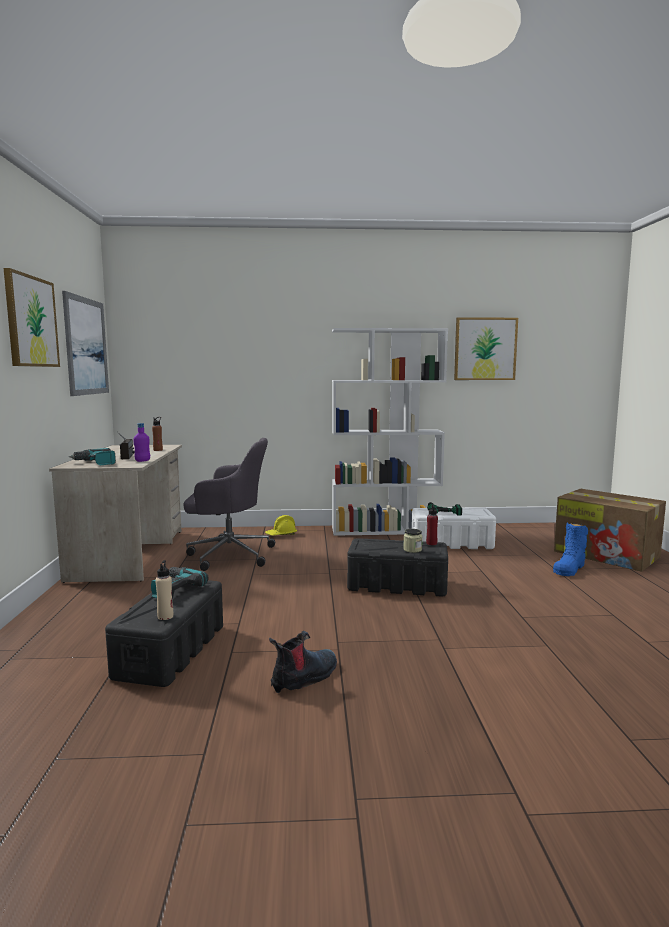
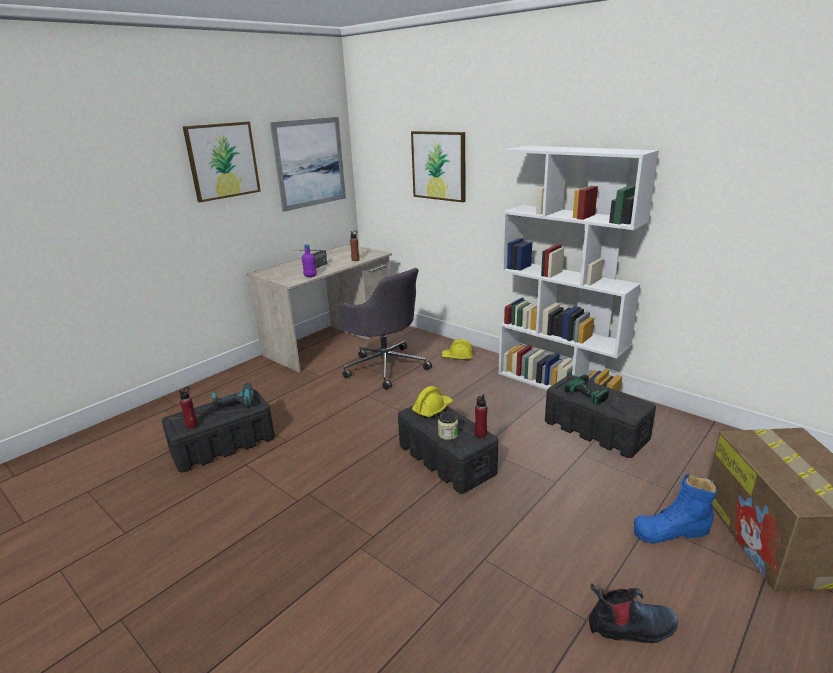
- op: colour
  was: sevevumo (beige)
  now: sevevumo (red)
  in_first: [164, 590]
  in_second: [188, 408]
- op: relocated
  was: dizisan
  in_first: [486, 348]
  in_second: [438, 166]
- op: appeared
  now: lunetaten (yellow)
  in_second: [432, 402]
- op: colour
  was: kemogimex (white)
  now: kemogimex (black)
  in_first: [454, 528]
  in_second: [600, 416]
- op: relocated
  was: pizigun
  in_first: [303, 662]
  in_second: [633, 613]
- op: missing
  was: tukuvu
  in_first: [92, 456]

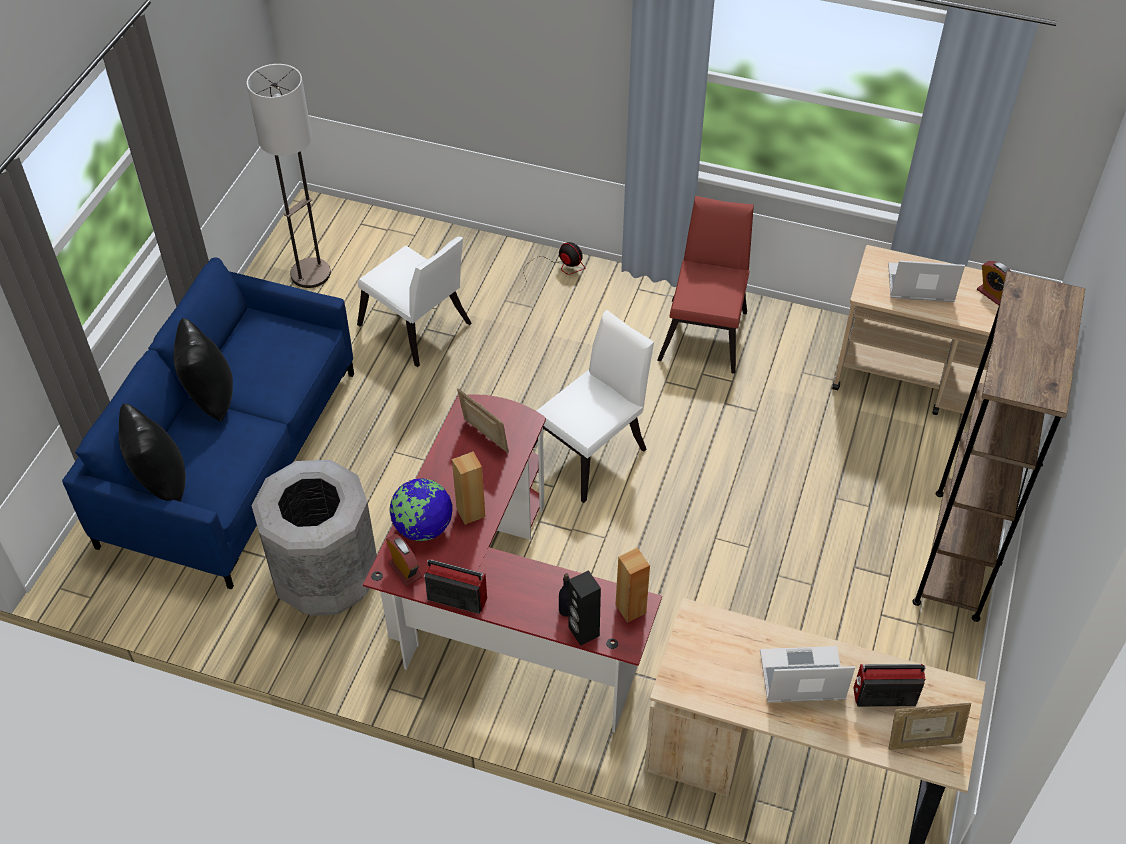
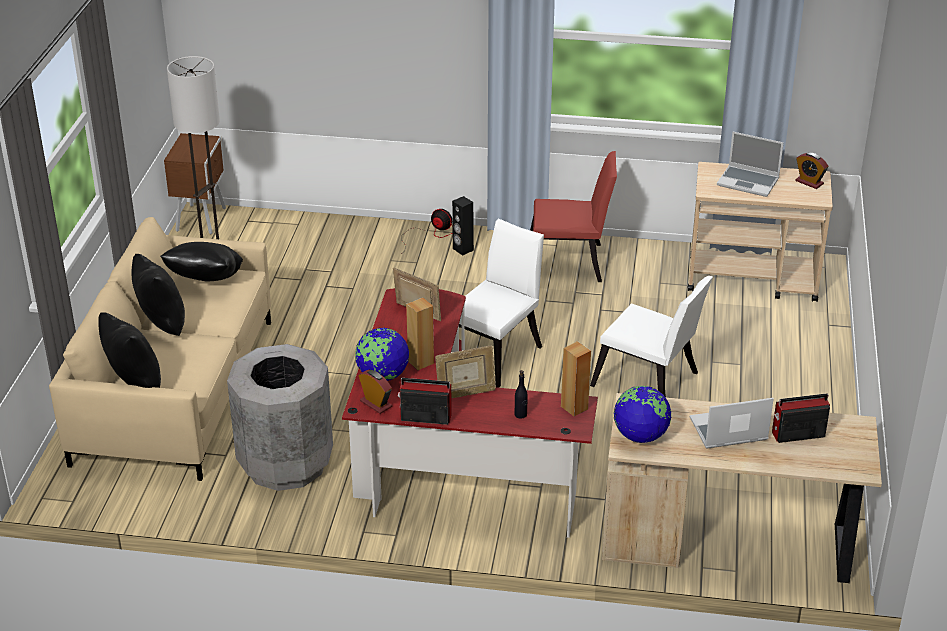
- op: colour
  was: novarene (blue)
  now: novarene (beige)
  in_first: [208, 423]
  in_second: [160, 349]
- op: appeared
  now: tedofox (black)
  in_second: [202, 261]
- op: appeared
  now: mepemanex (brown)
  in_second: [195, 183]
- op: relocated
  was: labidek
  in_first: [929, 726]
  in_second: [465, 371]
- op: relocated
  was: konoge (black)
  in_first: [585, 608]
  in_second: [463, 225]
- op: spun
  was: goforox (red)
  in_first: [705, 285]
  in_second: [573, 216]
  clockwise: 90
- op: relocated
  was: goforox (white)
  in_first: [414, 301]
  in_second: [651, 336]
- op: appeared
  now: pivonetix
  in_second: [642, 414]
- op: spun
  was: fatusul
  in_first: [926, 281]
  in_second: [750, 164]
  clockwise: -150
- op: missing
  was: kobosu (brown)
  in_first: [998, 446]

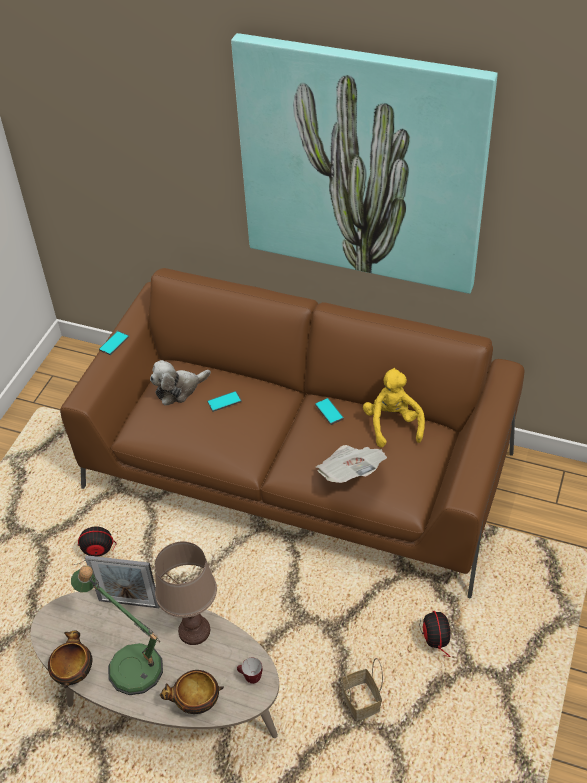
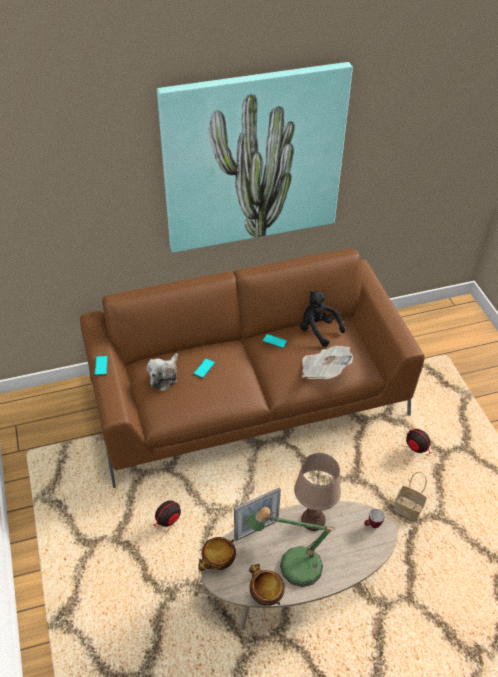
- op: relocated
  was: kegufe
  in_first: [192, 692]
  in_second: [217, 554]
- op: colour
  was: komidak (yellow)
  now: komidak (black)
  in_first: [394, 407]
  in_second: [322, 319]

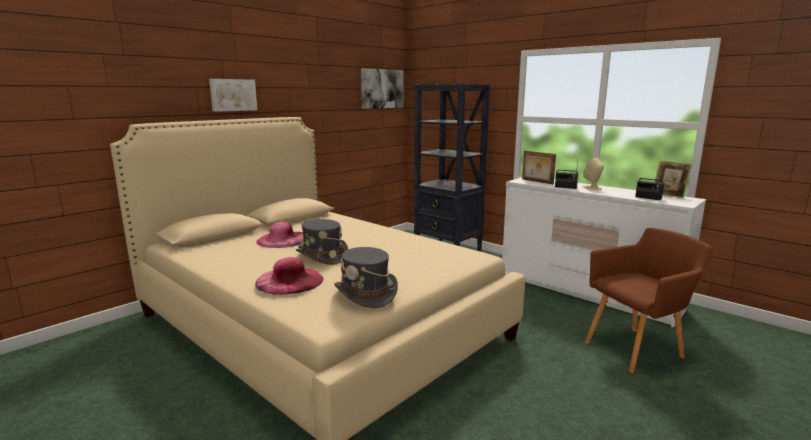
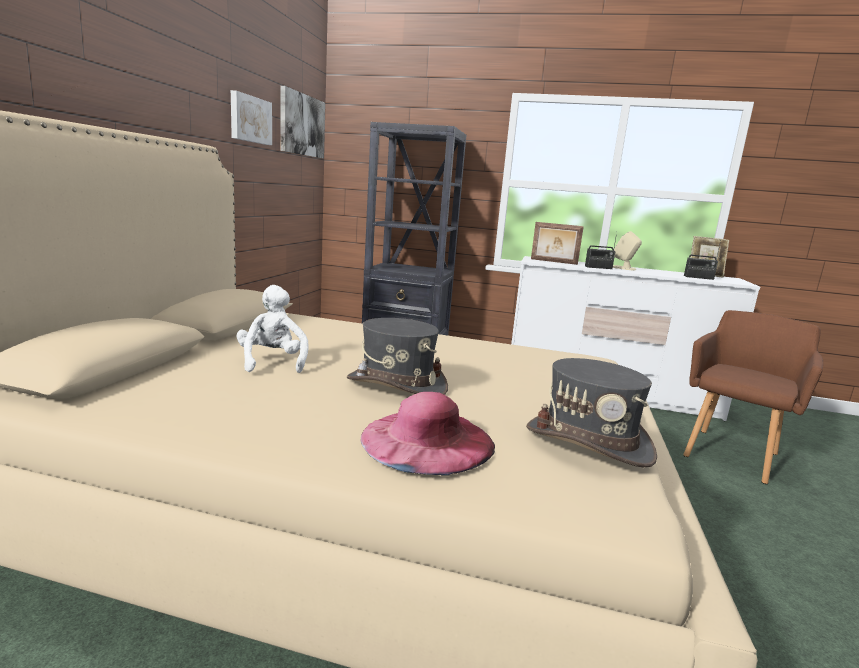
- op: relocated
  was: dizisan
  in_first: [233, 95]
  in_second: [251, 117]
- op: exchanged
  was: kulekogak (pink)
  now: komidak (white)
  in_first: [280, 234]
  in_second: [272, 329]

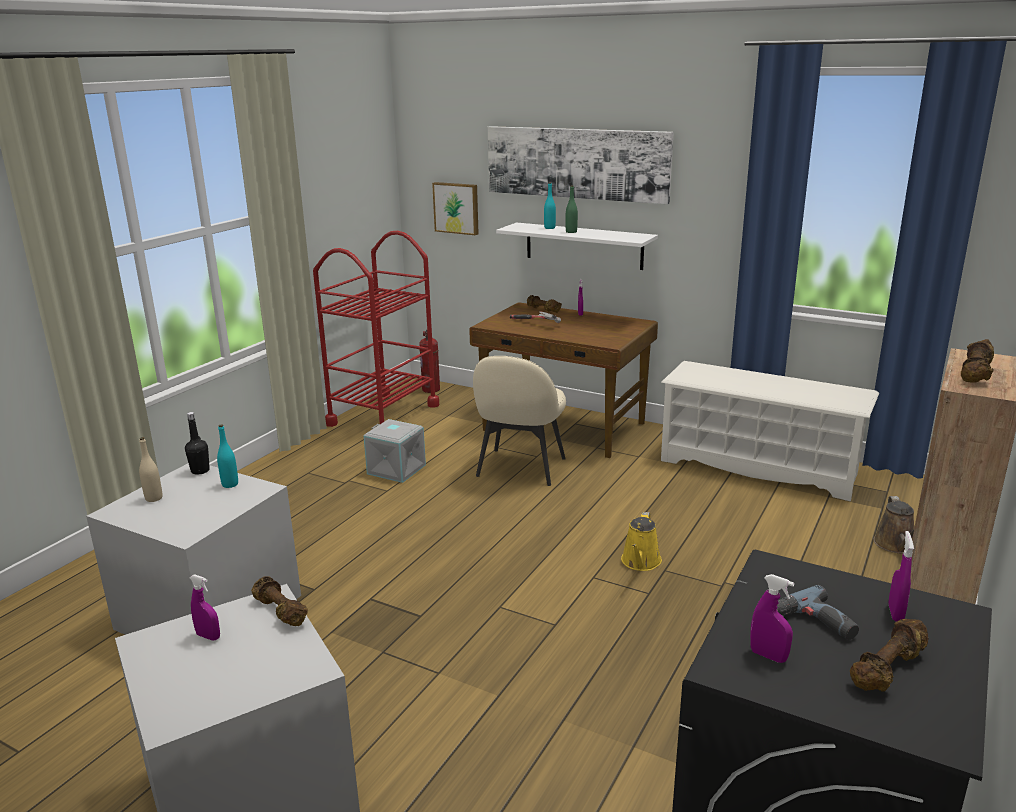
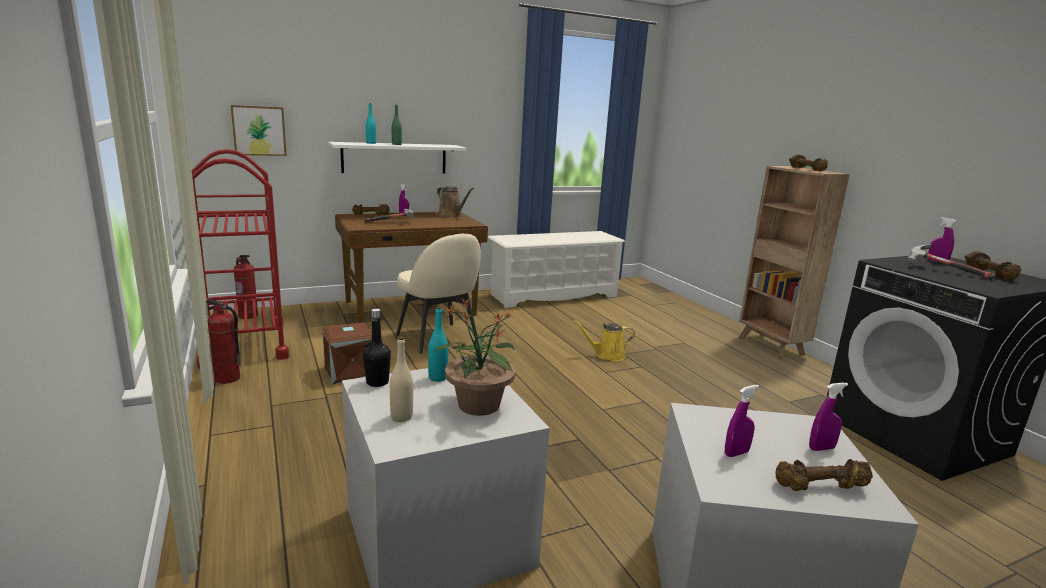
- op: appeared
  now: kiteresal
  in_second: [223, 341]
- op: colour
  was: kemogimex (grey)
  now: kemogimex (brown)
  in_first: [394, 451]
  in_second: [347, 354]
- op: appeared
  now: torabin
  in_second: [474, 357]
- op: relocated
  was: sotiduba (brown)
  in_first: [893, 525]
  in_second: [455, 201]
- op: spun
  was: sotiduba (yellow)
  in_first: [641, 541]
  in_second: [604, 340]
  clockwise: 120
- op: relocated
  was: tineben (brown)
  in_first: [279, 601]
  in_second: [824, 475]
- op: relocated
  was: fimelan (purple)
  in_first: [772, 618]
  in_second: [828, 416]
- op: exchanged
  was: tukuvu
  now: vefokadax
  in_first: [818, 612]
  in_second: [951, 262]
- op: missing
  was: dizisan
  in_first: [581, 165]

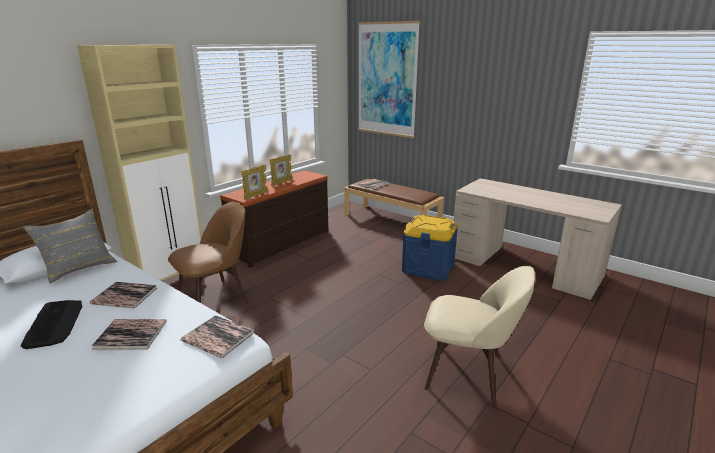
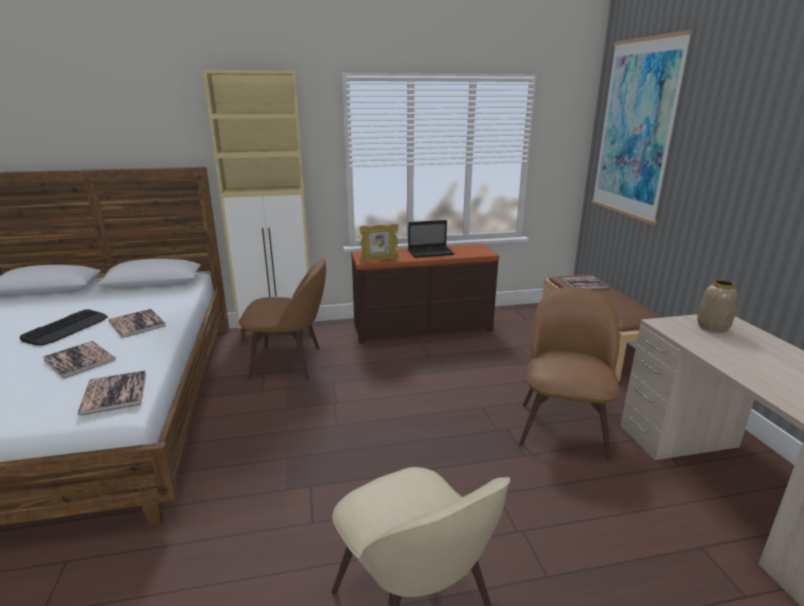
- op: exchanged
  was: labidek
  now: fatusul
  in_first: [281, 170]
  in_second: [431, 239]
- op: exchanged
  was: kemogimex (blue)
  now: goforox (brown)
  in_first: [430, 248]
  in_second: [569, 374]
- op: appeared
  now: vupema
  in_second: [717, 306]
- op: missing
  was: tedofox (grey)
  in_first: [70, 246]

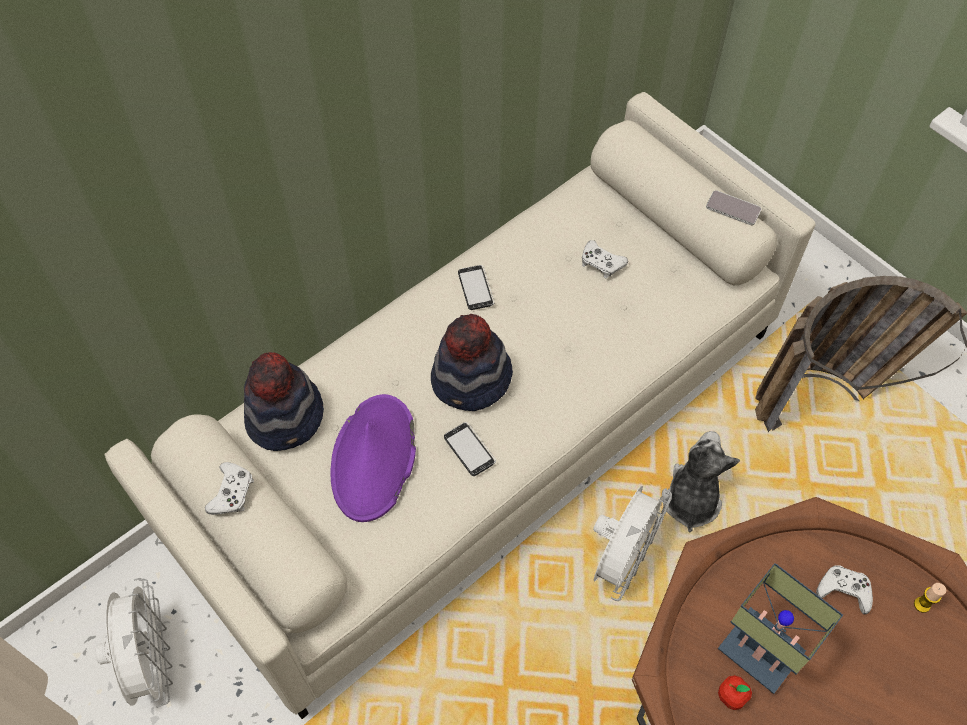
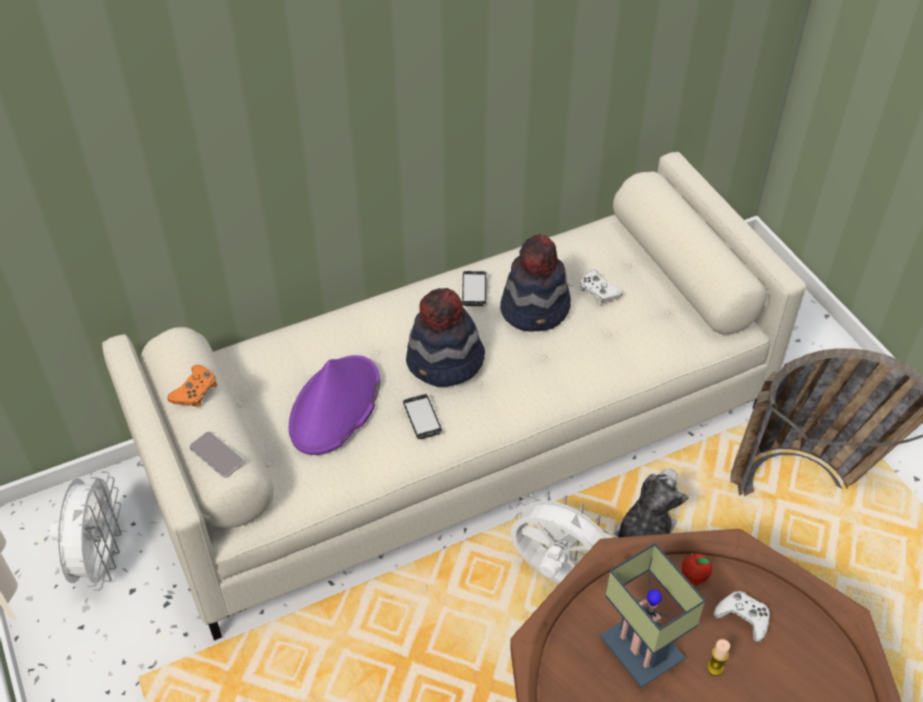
- op: colour
  was: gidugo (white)
  now: gidugo (orange)
  in_first: [229, 488]
  in_second: [192, 386]
- op: relocated
  was: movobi
  in_first: [733, 207]
  in_second: [217, 454]
- op: relocated
  was: kulekogak
  in_first: [284, 401]
  in_second: [535, 283]
- op: spun
  was: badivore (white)
  in_first: [632, 543]
  in_second: [564, 537]
  clockwise: -105
- op: relocated
  was: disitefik
  in_first: [735, 692]
  in_second: [697, 569]
- op: relocated
  was: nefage
  in_first: [930, 598]
  in_second: [718, 657]

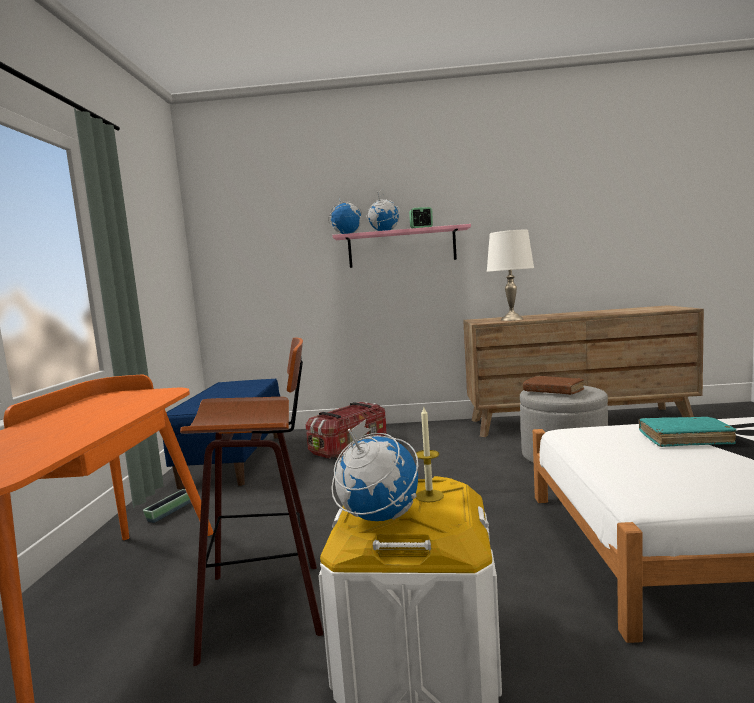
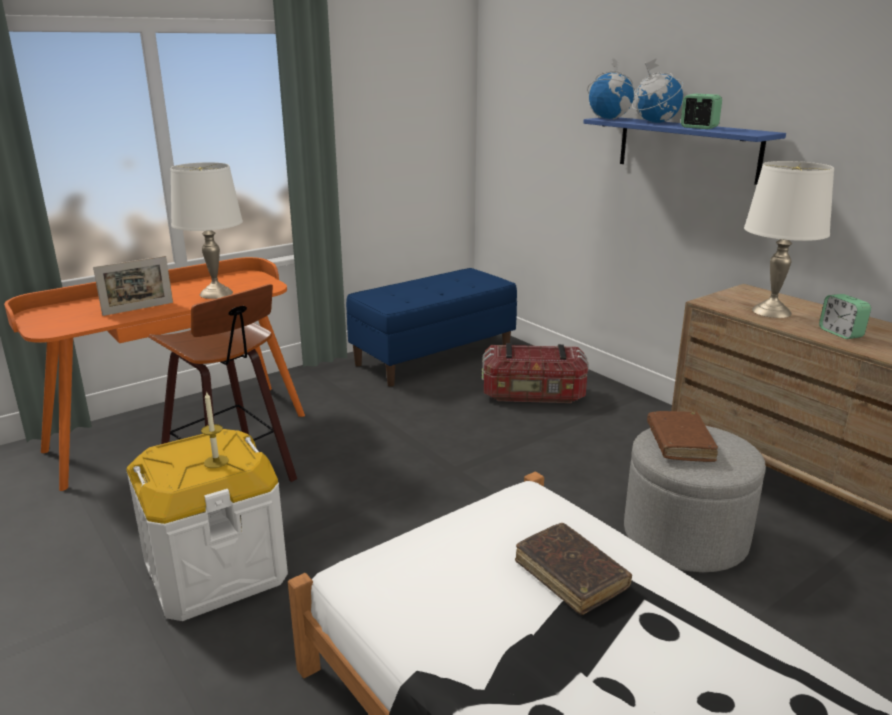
- op: appeared
  now: labidek
  in_second: [133, 286]
- op: appeared
  now: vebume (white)
  in_second: [206, 230]
- op: colour
  was: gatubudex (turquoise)
  now: gatubudex (brown)
  in_first: [688, 432]
  in_second: [573, 569]
- op: colour
  was: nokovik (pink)
  now: nokovik (blue)
  in_first: [401, 246]
  in_second: [684, 151]
- op: appeared
  now: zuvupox
  in_second: [845, 316]
- op: missing
  was: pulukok
  in_first: [166, 506]
- op: missing
  was: pivonetix
  in_first: [374, 470]

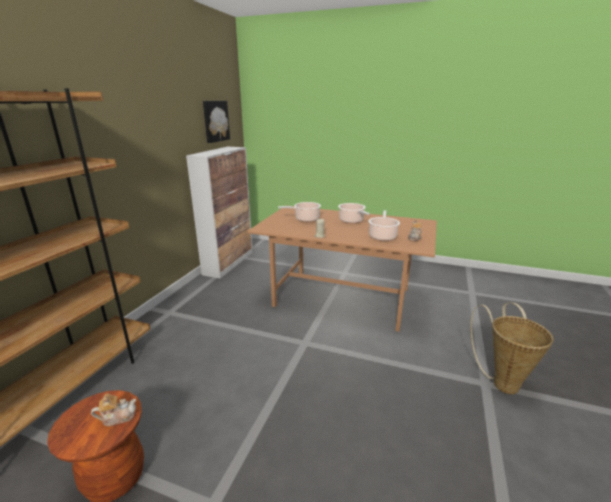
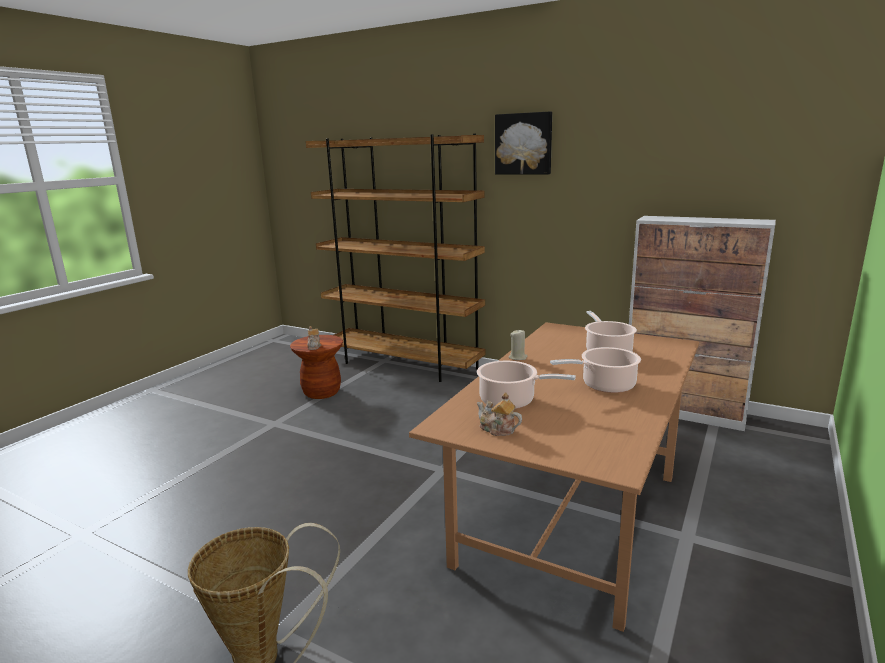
- op: relocated
  was: dizisan
  in_first: [216, 122]
  in_second: [523, 143]

